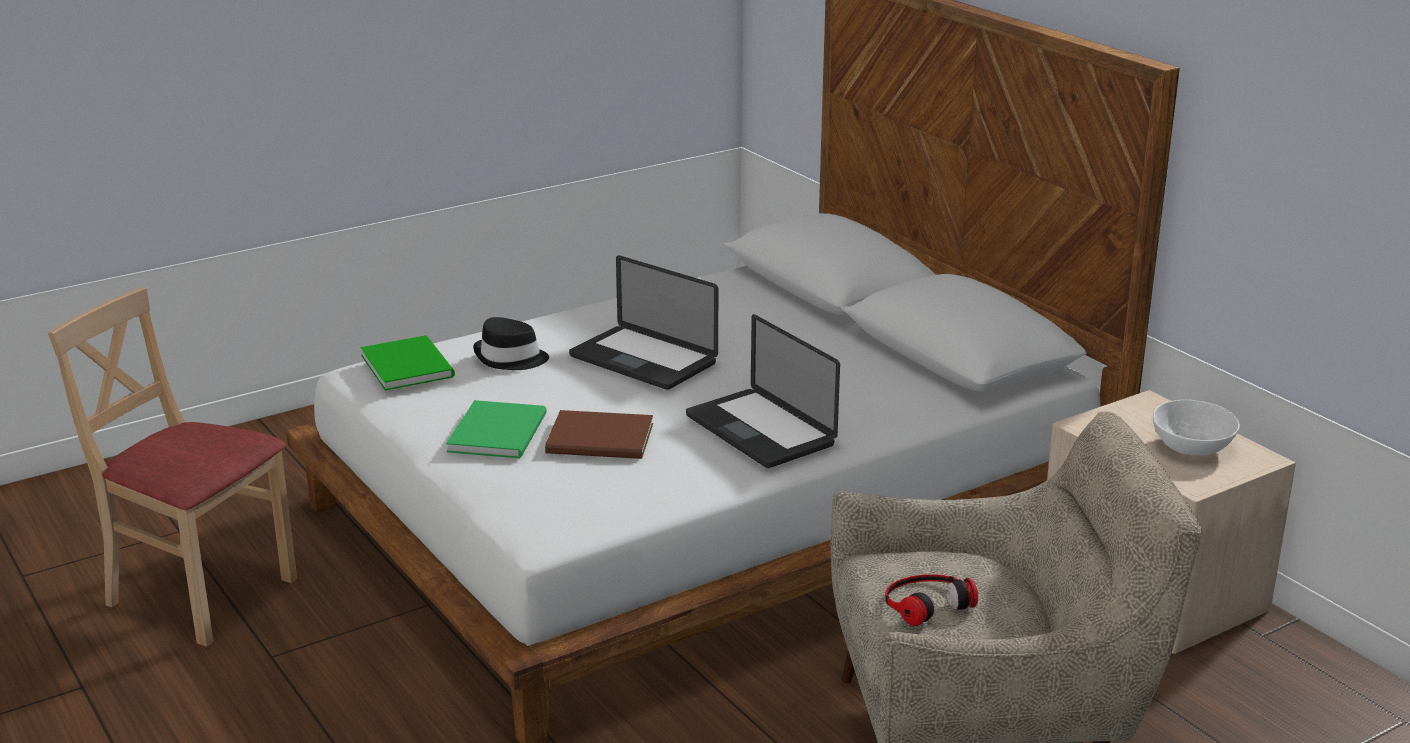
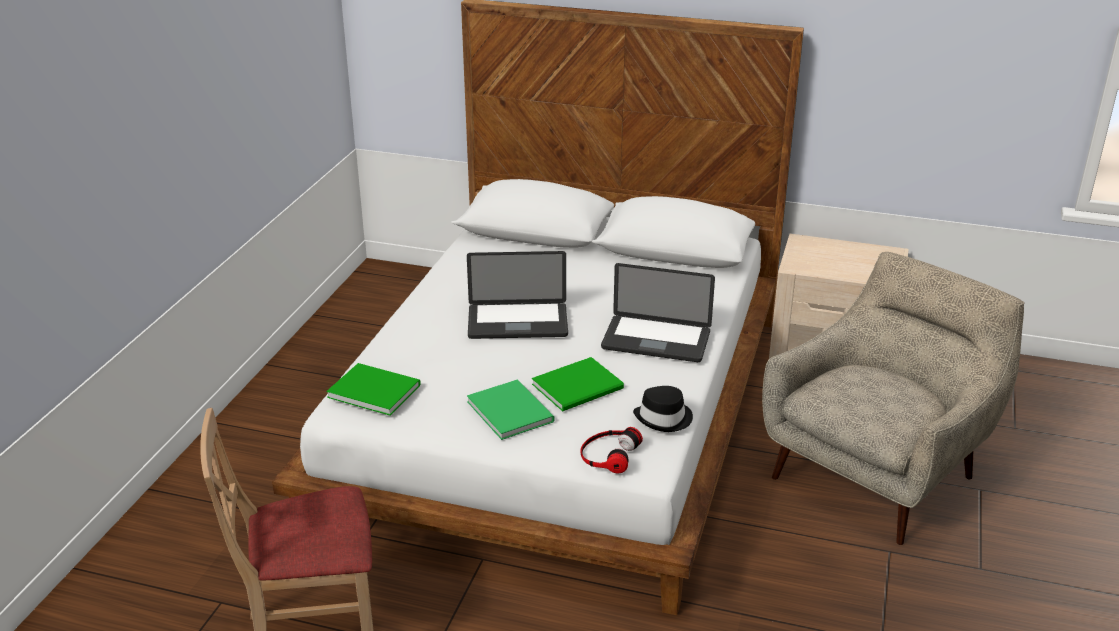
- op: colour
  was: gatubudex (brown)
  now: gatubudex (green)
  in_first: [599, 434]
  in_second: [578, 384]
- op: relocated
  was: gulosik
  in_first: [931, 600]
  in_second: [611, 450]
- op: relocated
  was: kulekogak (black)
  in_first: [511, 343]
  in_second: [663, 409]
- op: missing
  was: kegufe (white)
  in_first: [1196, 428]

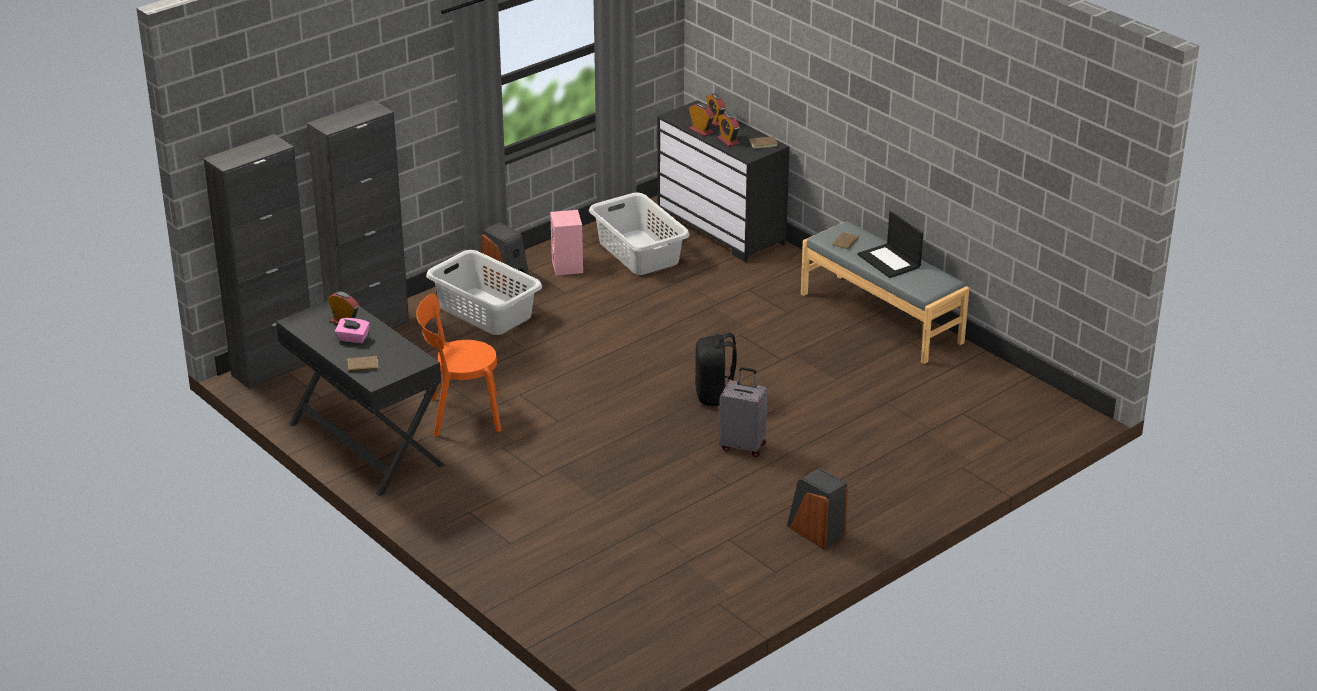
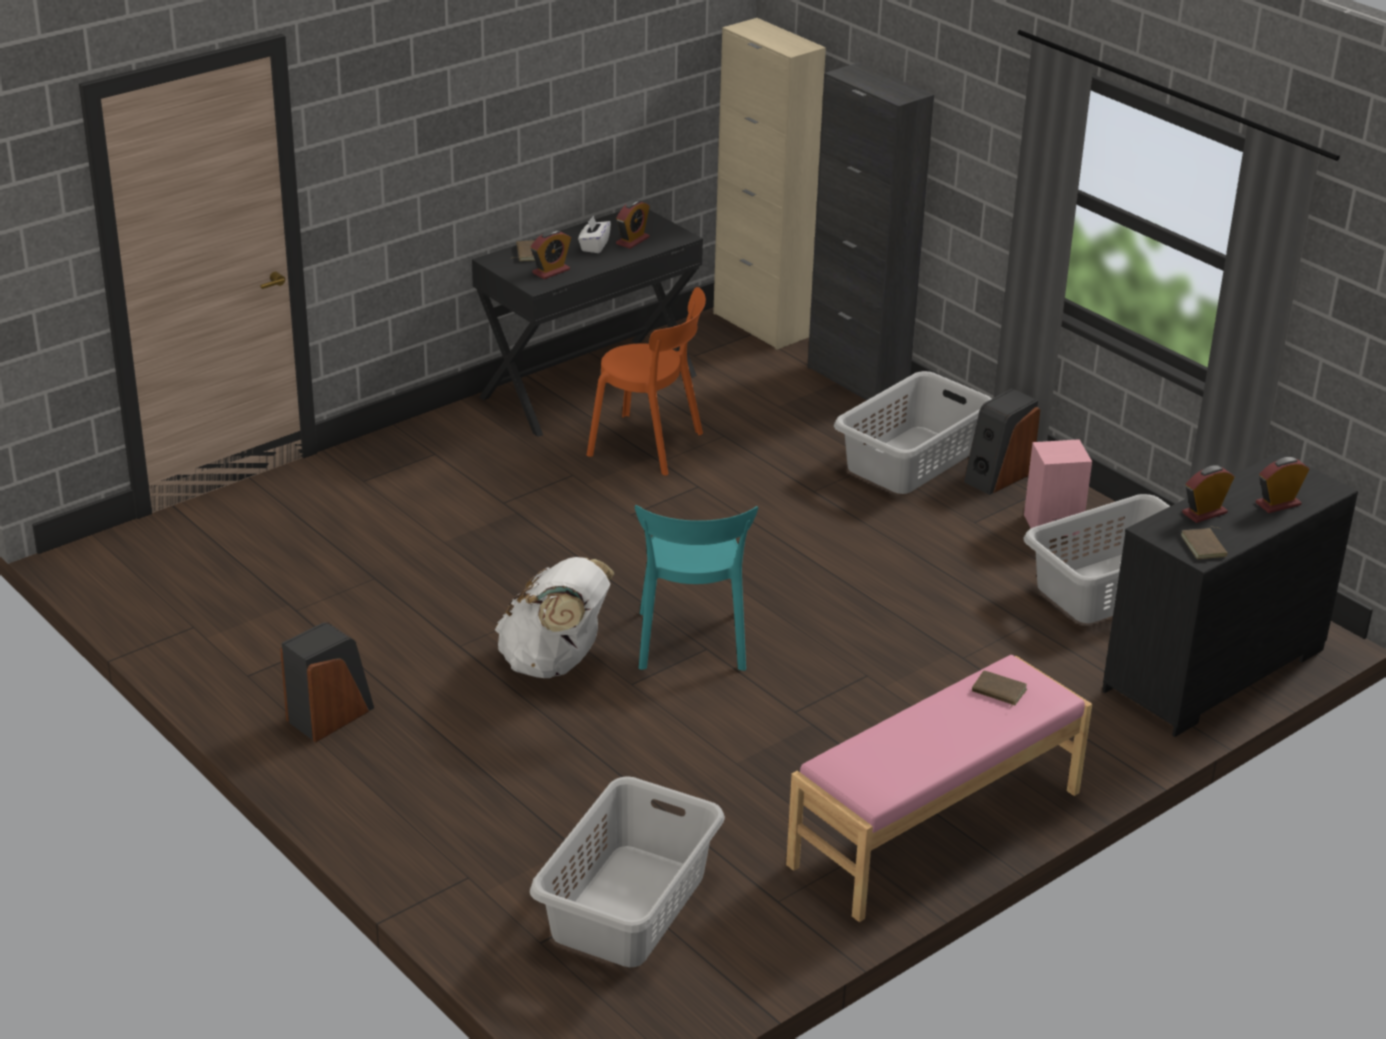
- op: exchanged
  was: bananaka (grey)
  now: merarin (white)
  in_first: [743, 412]
  in_second: [555, 617]
- op: appeared
  now: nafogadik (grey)
  in_second: [627, 871]
- op: relocated
  was: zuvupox
  in_first: [701, 119]
  in_second: [551, 254]
- op: colour
  was: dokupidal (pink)
  now: dokupidal (white)
  in_first: [352, 330]
  in_second: [594, 234]
- op: spun
  was: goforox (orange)
  in_first: [458, 365]
  in_second: [646, 381]
  clockwise: 120
- op: exchanged
  was: merarin (black)
  now: goforox (turquoise)
  in_first: [716, 369]
  in_second: [696, 588]
- op: colour
  was: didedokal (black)
  now: didedokal (beige)
  in_first: [256, 261]
  in_second: [769, 184]
- op: colour
  was: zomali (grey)
  now: zomali (pink)
  in_first: [885, 292]
  in_second: [939, 788]
- op: missing
  was: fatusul
  in_first: [890, 244]

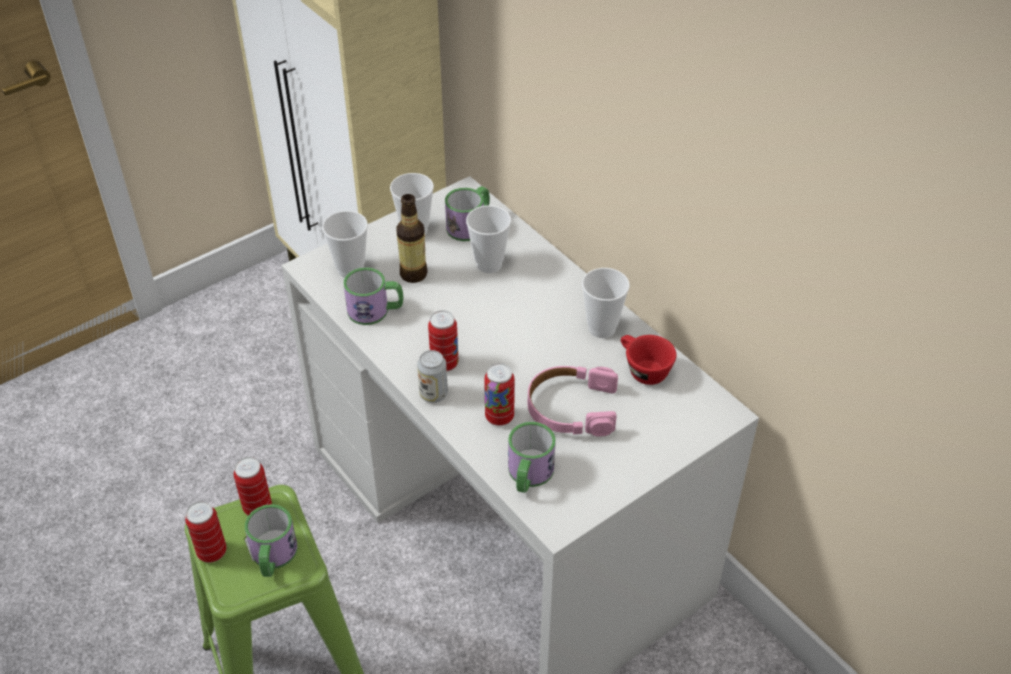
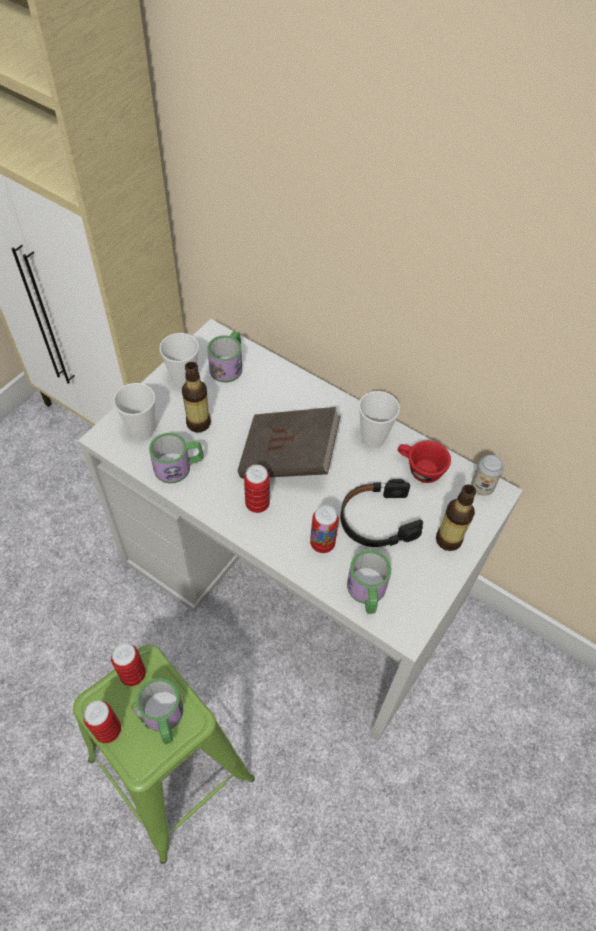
- op: appeared
  now: gatubudex (brown)
  in_second: [288, 443]
- op: colour
  was: gulosik (pink)
  now: gulosik (black)
  in_first: [573, 401]
  in_second: [381, 513]
- op: appeared
  now: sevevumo
  in_second: [456, 517]
- op: relocated
  was: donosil
  in_first: [432, 376]
  in_second: [487, 475]
- op: missing
  was: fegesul
  in_first: [488, 239]

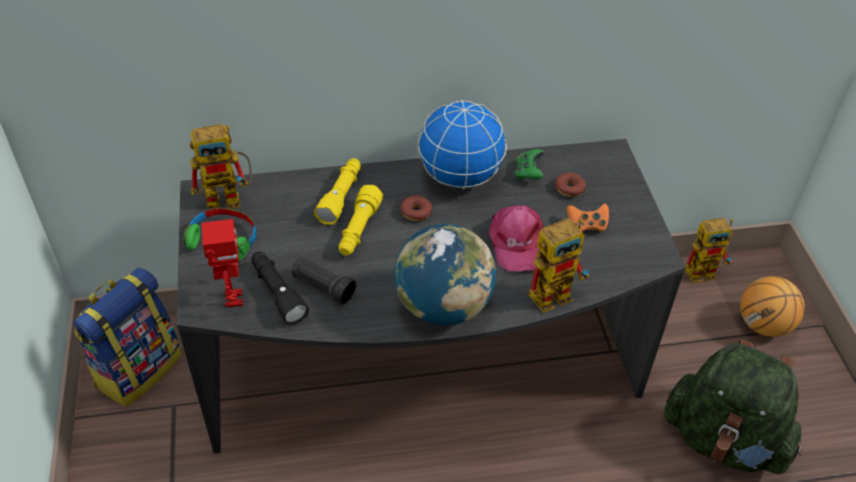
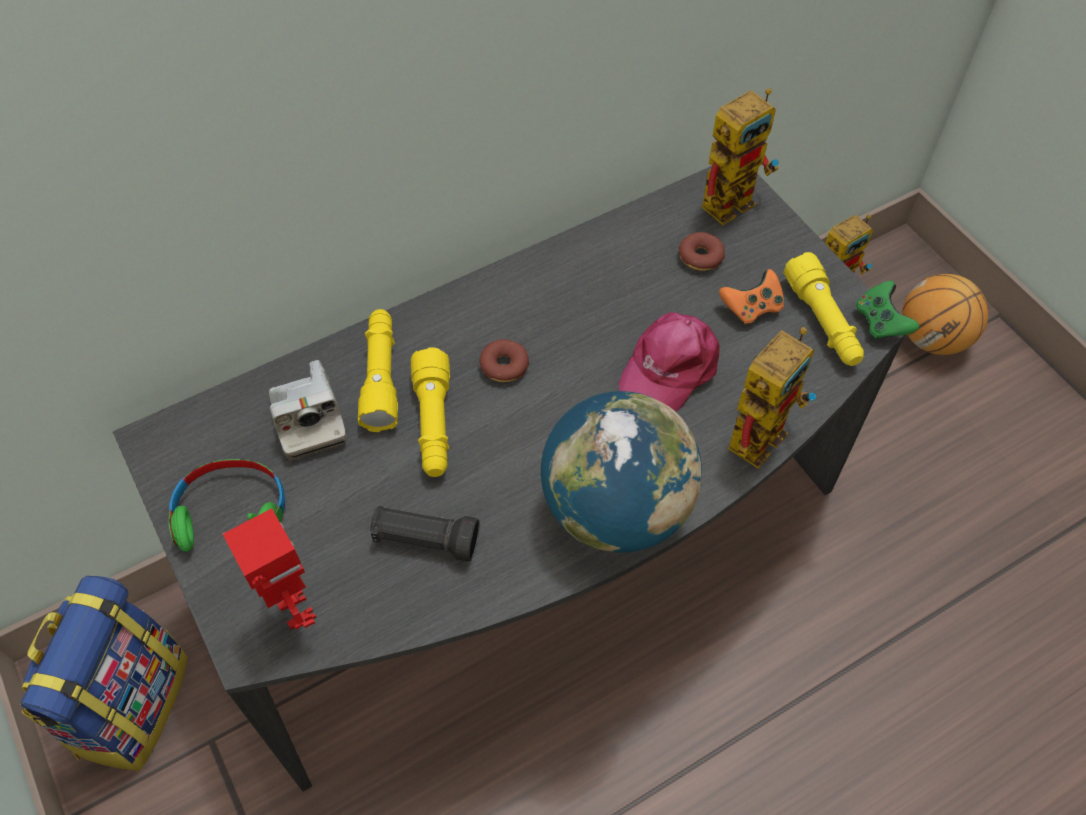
- op: appeared
  now: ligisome
  in_second: [308, 410]
- op: spun
  was: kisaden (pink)
  in_first: [516, 238]
  in_second: [669, 362]
  clockwise: 60
- op: relocated
  was: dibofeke
  in_first: [221, 167]
  in_second: [740, 156]
- op: appeared
  now: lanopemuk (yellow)
  in_second: [824, 309]
- op: relocated
  was: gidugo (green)
  in_first: [529, 164]
  in_second: [887, 310]
- op: missing
  was: lanopemuk (black)
  in_first: [280, 288]
- op: missing
  was: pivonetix
  in_first: [462, 144]
- op: missing
  was: merarin (green)
  in_first: [733, 406]

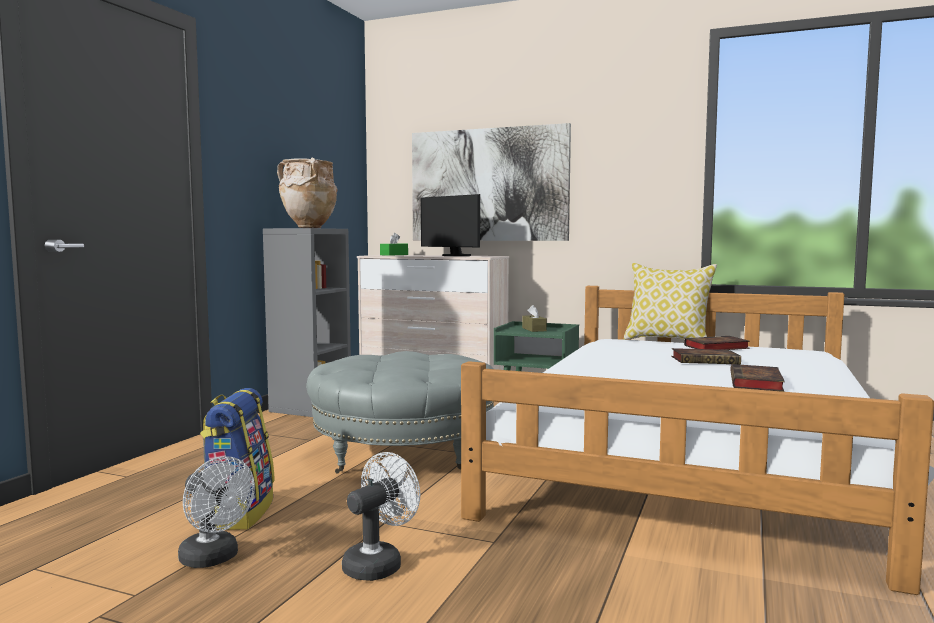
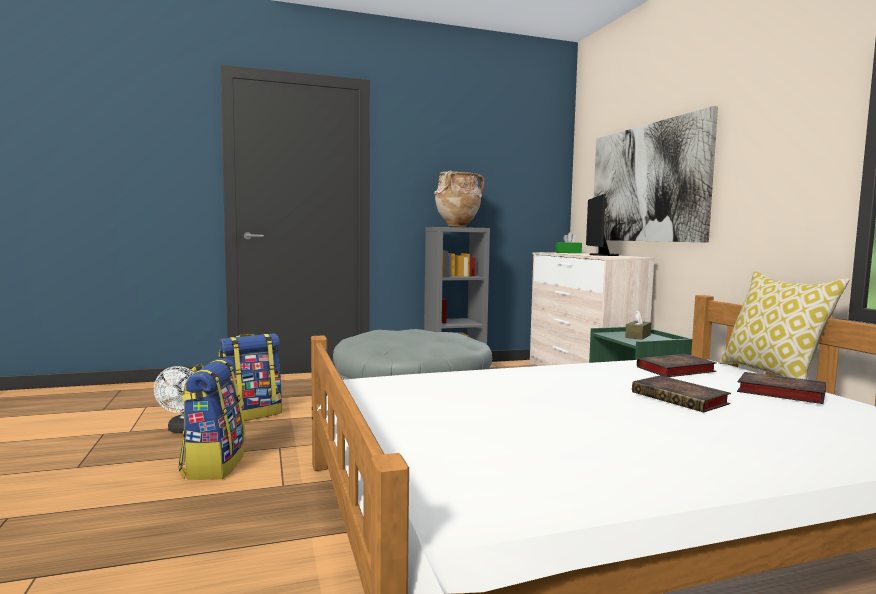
- op: exchanged
  was: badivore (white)
  now: merarin
  in_first: [381, 516]
  in_second: [211, 419]
- op: relocated
  was: gatubudex
  in_first: [757, 378]
  in_second: [677, 365]

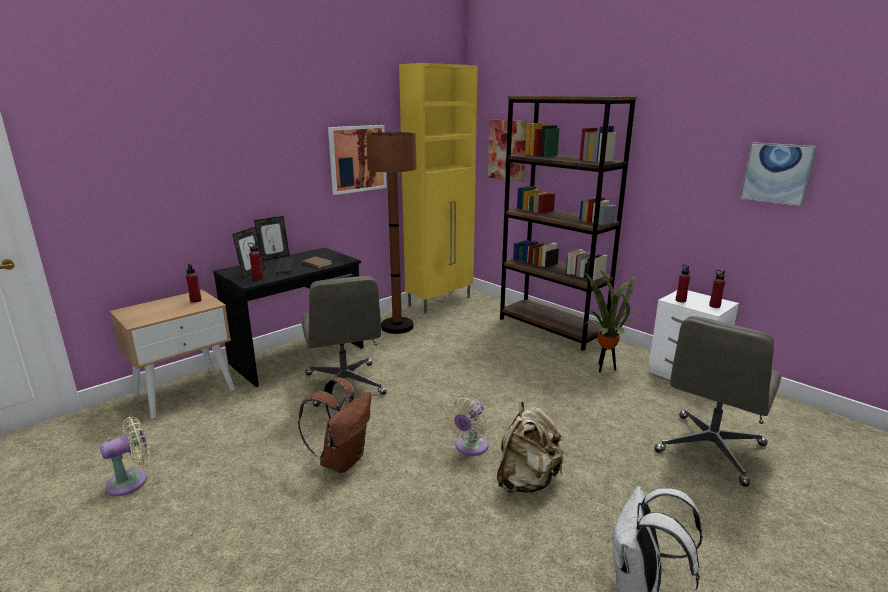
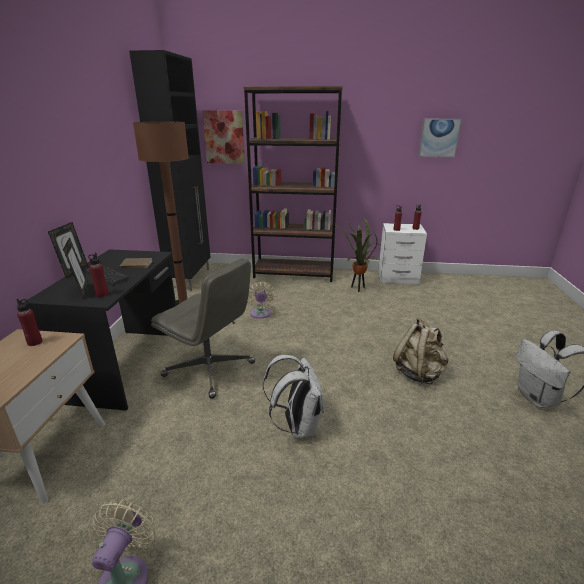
- op: colour
  was: didedokal (yellow)
  now: didedokal (black)
  in_first: [438, 188]
  in_second: [169, 170]
- op: relocated
  was: badivore (beige)
  in_first: [466, 426]
  in_second: [261, 300]
- op: colour
  was: merarin (brown)
  now: merarin (white)
  in_first: [334, 425]
  in_second: [293, 397]
- op: missing
  was: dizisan
  in_first: [357, 160]
- op: missing
  was: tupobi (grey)
  in_first: [717, 401]

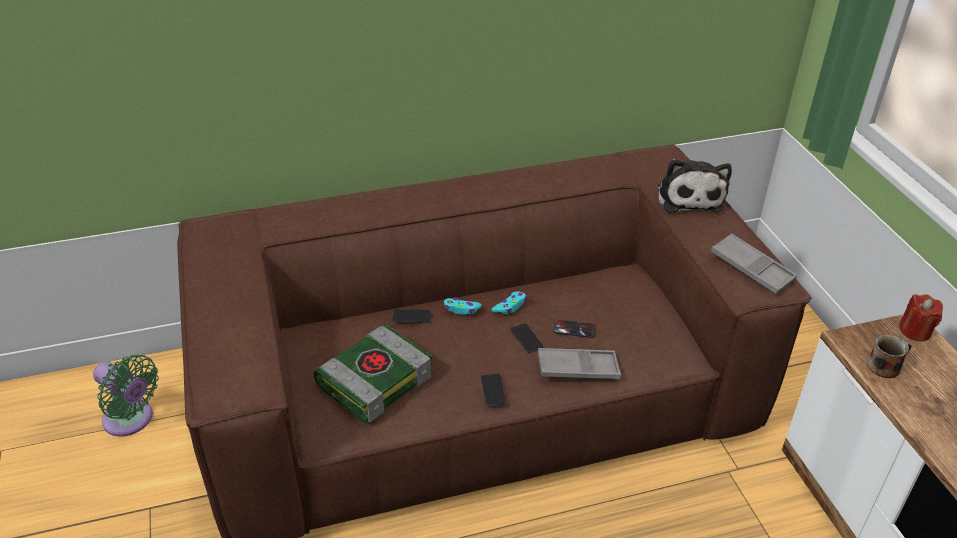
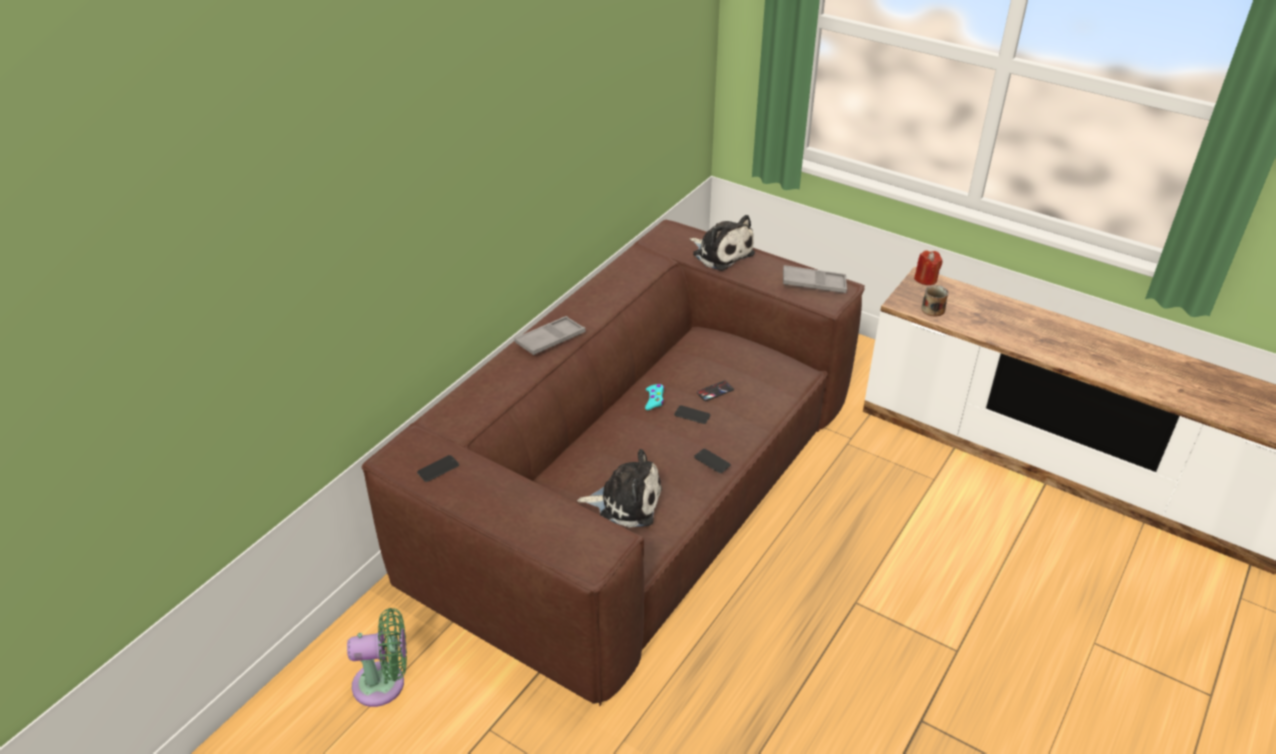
- op: relocated
  was: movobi
  in_first: [411, 316]
  in_second: [438, 468]
- op: relocated
  was: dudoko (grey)
  in_first: [579, 363]
  in_second: [550, 335]
- op: exchanged
  was: gatubudex
  now: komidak
  in_first: [373, 374]
  in_second: [619, 488]
- op: missing
  was: gidugo (turquoise)
  in_first: [463, 306]

